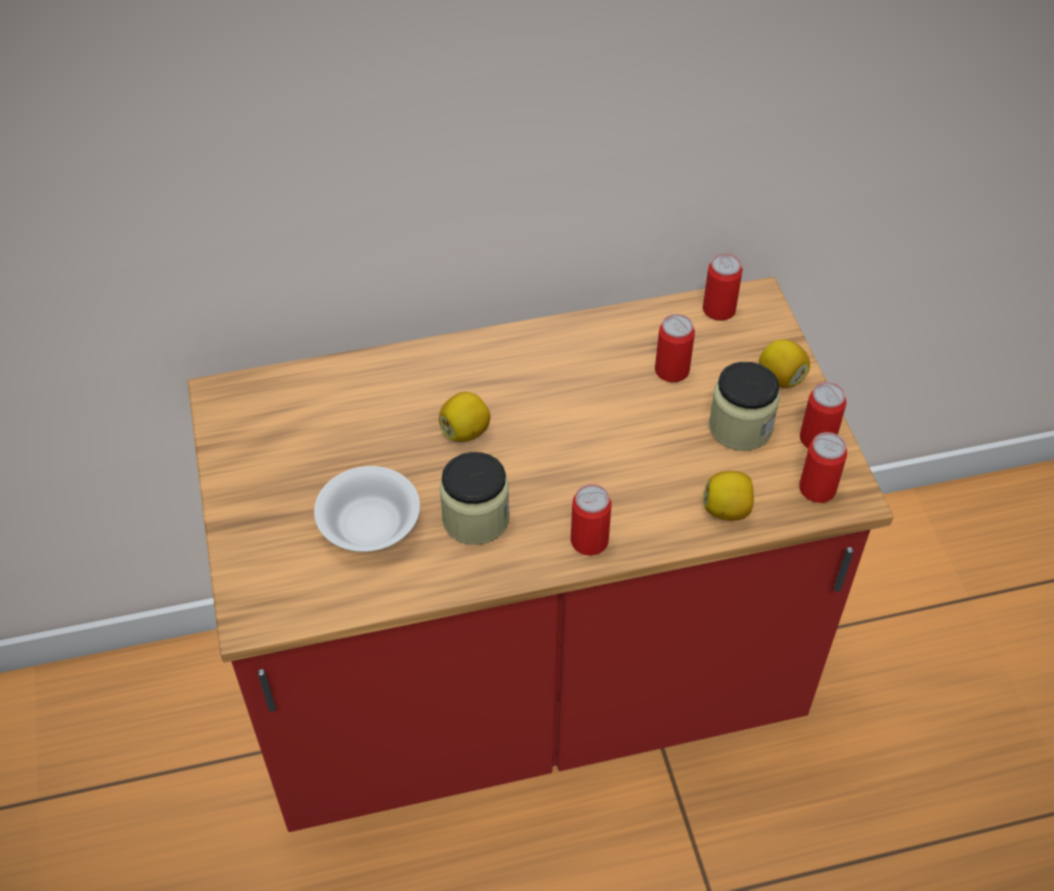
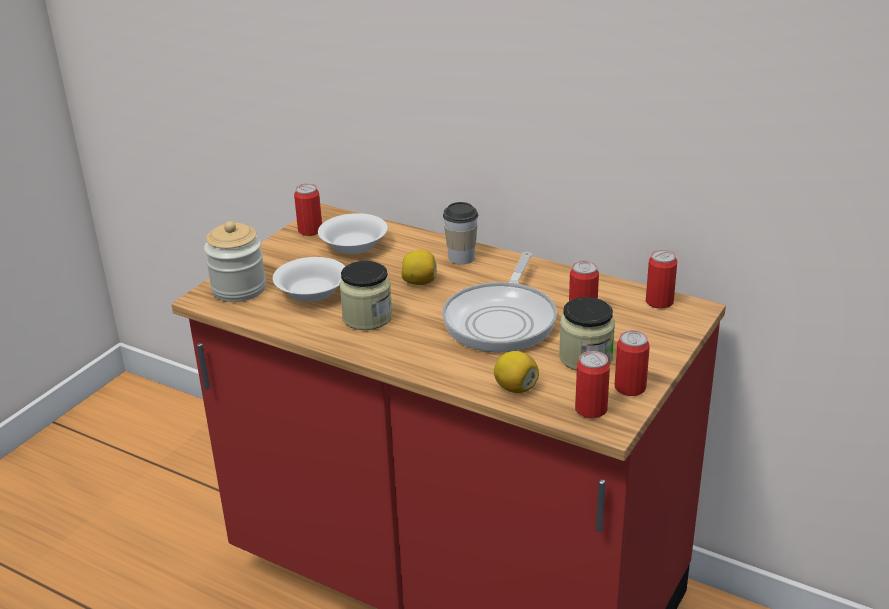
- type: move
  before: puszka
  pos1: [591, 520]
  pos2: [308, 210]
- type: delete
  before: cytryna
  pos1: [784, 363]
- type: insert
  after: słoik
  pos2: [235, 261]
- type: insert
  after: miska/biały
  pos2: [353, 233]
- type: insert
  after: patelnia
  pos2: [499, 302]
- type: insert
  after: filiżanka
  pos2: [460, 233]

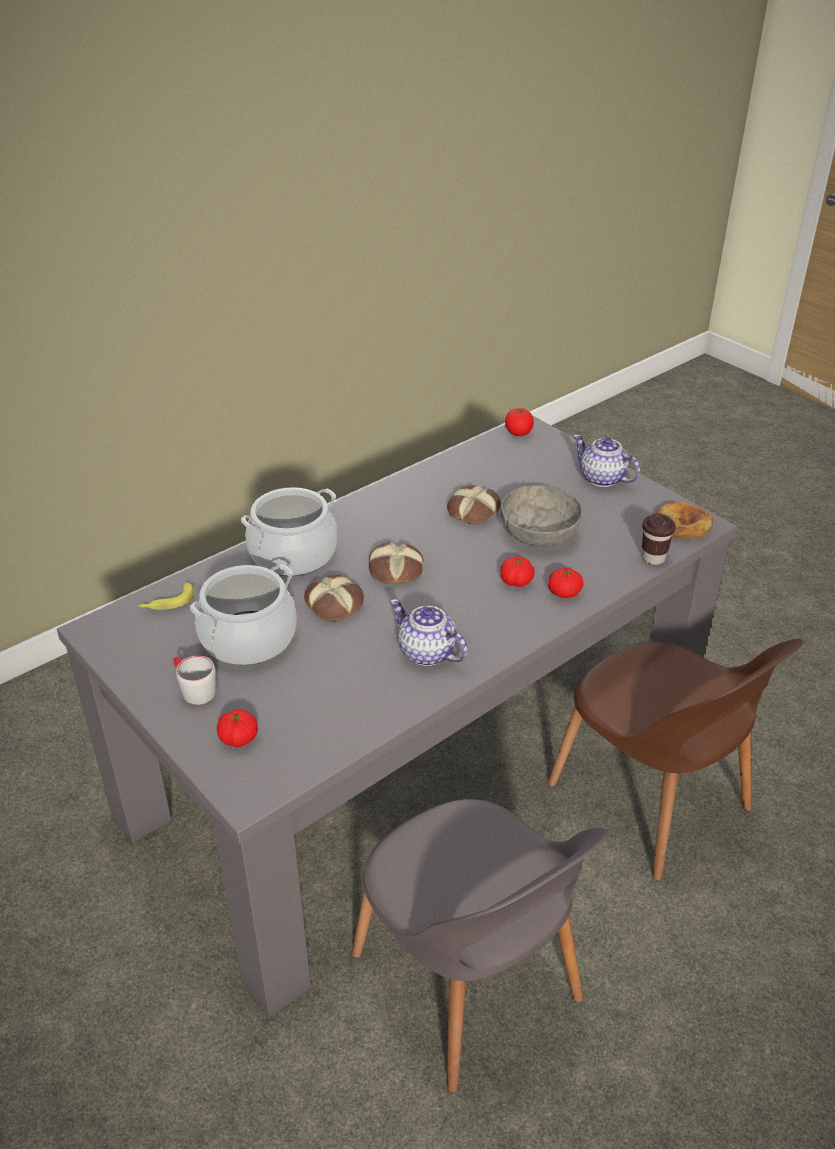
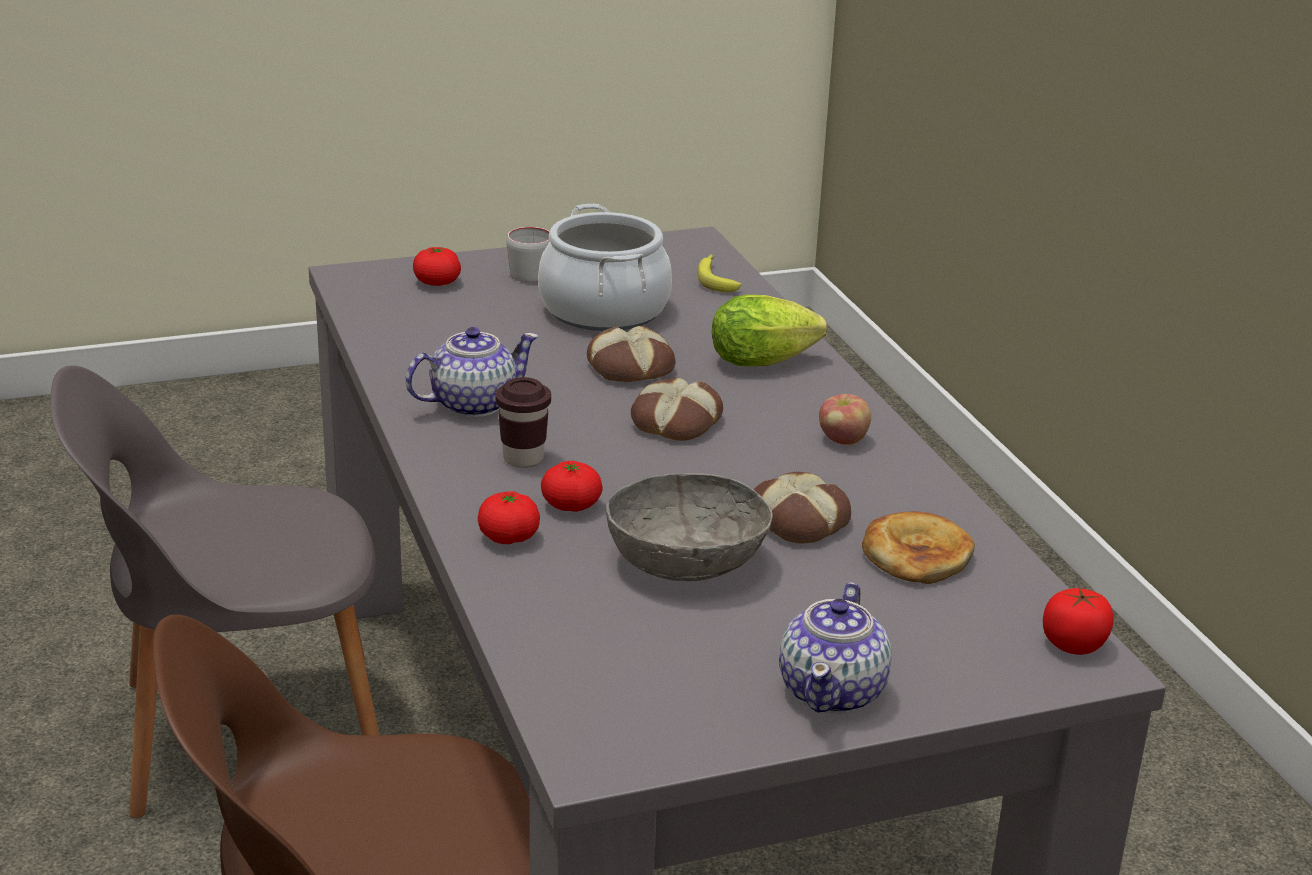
- type: replace
  before: garnek
  after: sałata
  pos1: [289, 531]
  pos2: [769, 330]
- type: rotate
  before: imbryk
  pos1: [606, 461]
  pos2: [835, 648]
  turn: 135
- type: move
  before: filiżanka/brązowy
  pos1: [659, 539]
  pos2: [523, 422]
- type: move
  before: chleb
  pos1: [684, 520]
  pos2: [918, 547]
- type: insert
  after: jabłko
  pos2: [845, 419]

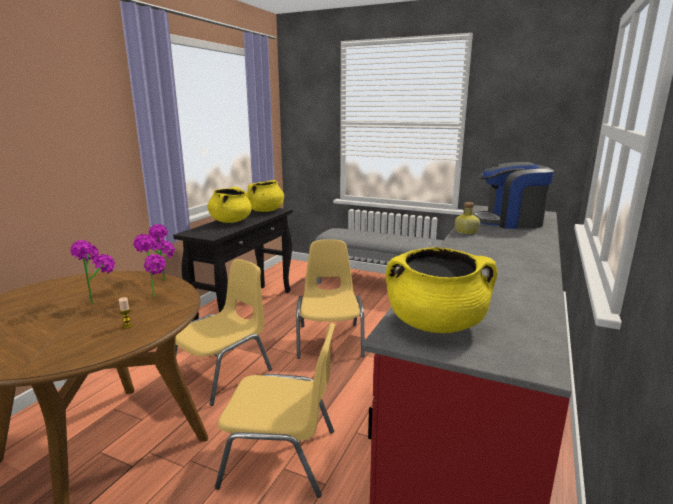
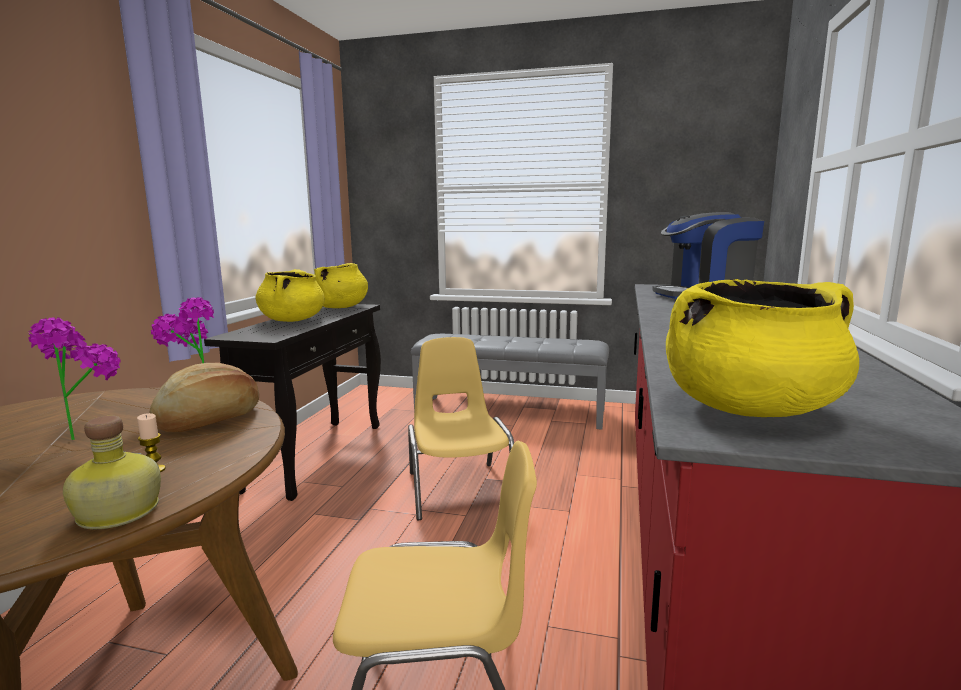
- type: replace
  before: roślina doniczkowa
  after: chleb
  pos1: [155, 266]
  pos2: [204, 397]
- type: delete
  before: krzesło/żółty
  pos1: [223, 332]
- type: move
  before: butelka
  pos1: [467, 218]
  pos2: [112, 472]

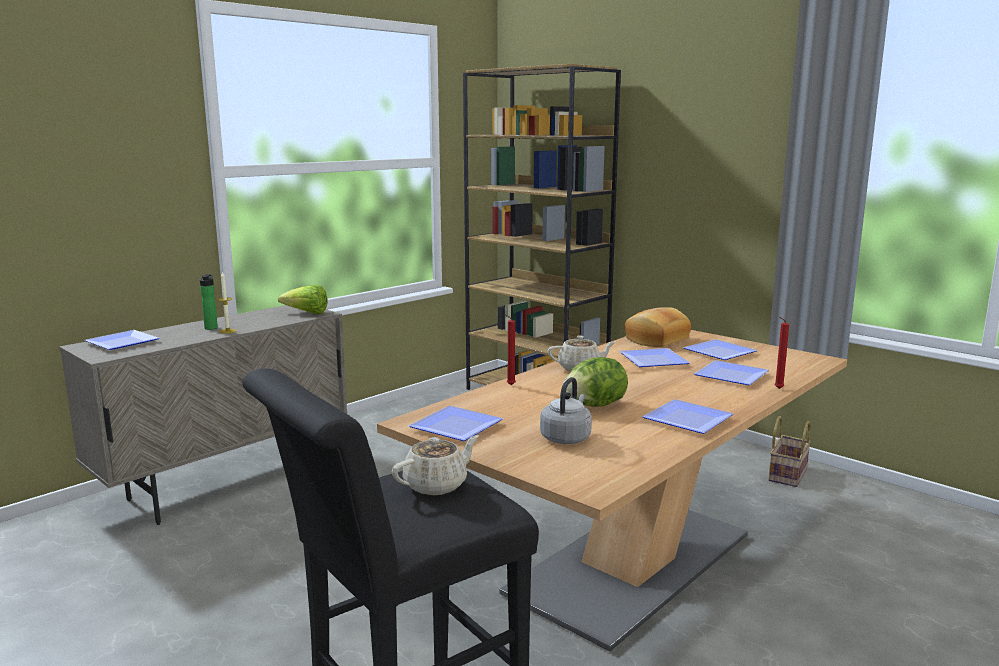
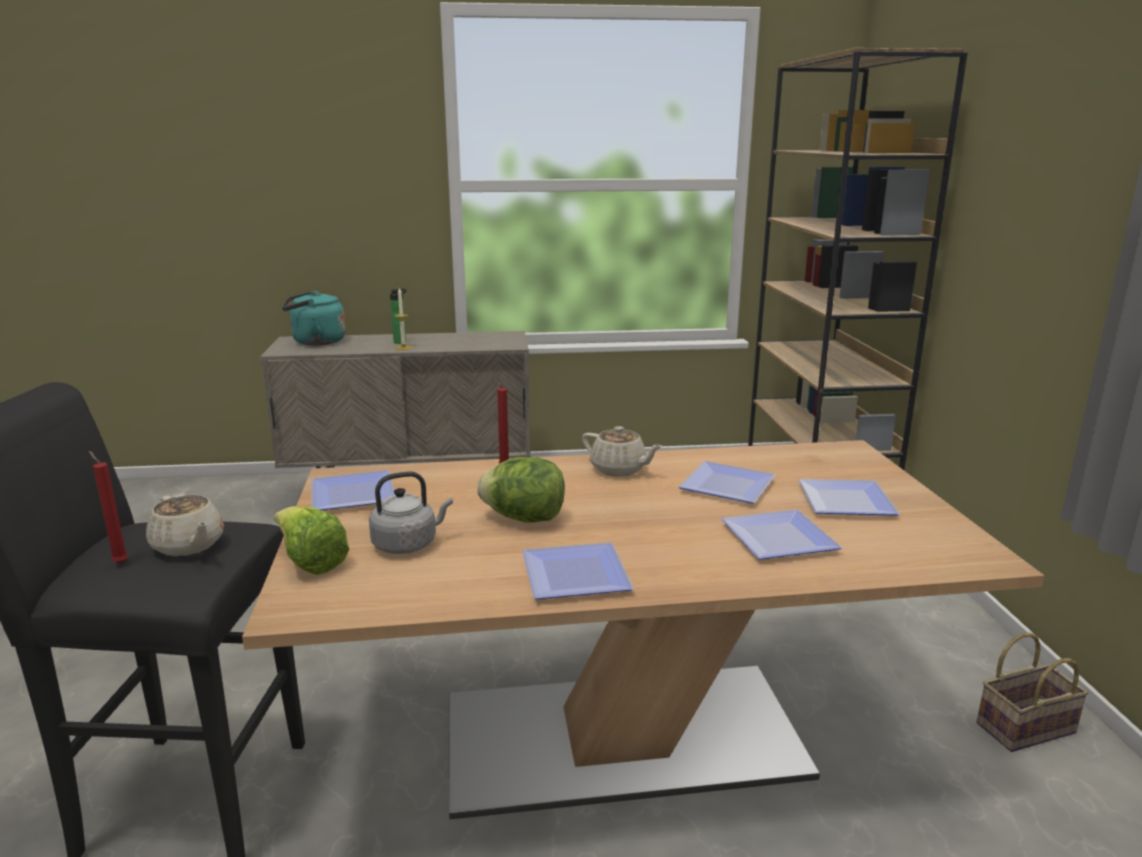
- type: replace
  before: talerz
  after: czajnik/turkusowy
  pos1: [122, 340]
  pos2: [314, 318]
- type: move
  before: sałata
  pos1: [303, 299]
  pos2: [311, 540]
- type: rotate
  before: imbryk/beżowy
  pos1: [435, 465]
  pos2: [185, 524]
  turn: 45
- type: delete
  before: chleb
  pos1: [658, 327]
- type: move
  before: świeca/czerwony
  pos1: [781, 353]
  pos2: [108, 507]

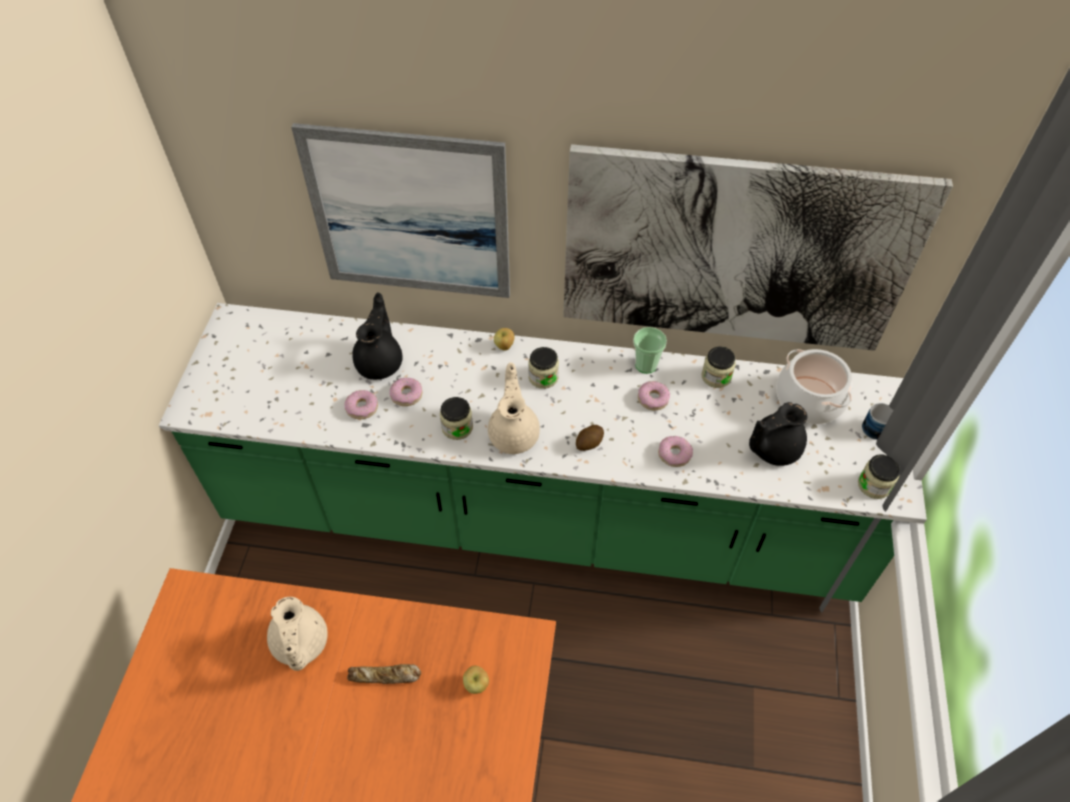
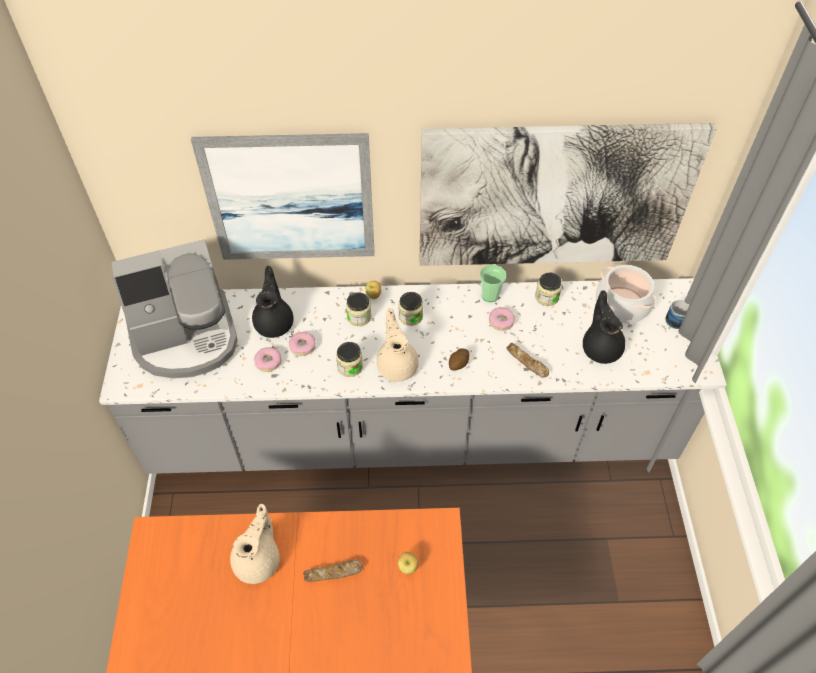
- type: recolor
  before: zabudowa kuchenna/zielony
  after: zabudowa kuchenna/szary
  pos1: [543, 452]
  pos2: [413, 376]
- type: rotate
  before: imbryk/beżowy
  pos1: [297, 634]
  pos2: [255, 544]
  turn: -135
- type: replace
  before: donut
  after: chleb
  pos1: [675, 451]
  pos2: [527, 360]
- type: rotate
  before: imbryk/czarny
  pos1: [778, 434]
  pos2: [604, 327]
  turn: 120
- type: move
  before: słoik
  pos1: [879, 476]
  pos2: [358, 309]
- type: insert
  after: ekspres do kawy
  pos2: [174, 308]

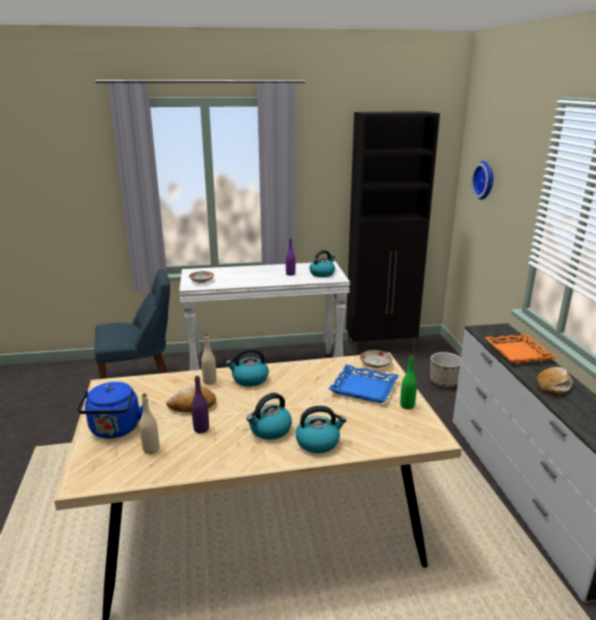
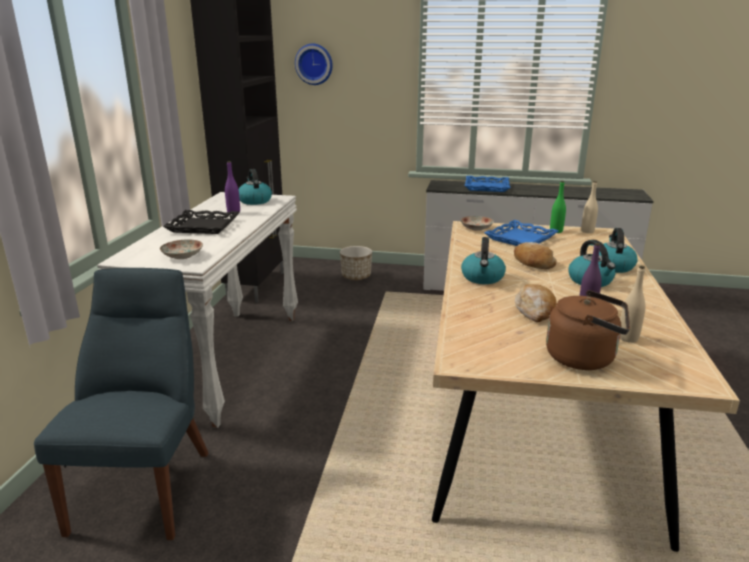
- type: recolor
  before: czajnik/niebieski
  after: czajnik/brązowy
  pos1: [110, 410]
  pos2: [588, 330]
- type: move
  before: butelka/beżowy
  pos1: [208, 359]
  pos2: [589, 207]
- type: recolor
  before: taca/pomarańczowy
  after: taca/niebieski
  pos1: [520, 349]
  pos2: [487, 184]
- type: move
  before: chleb
  pos1: [554, 381]
  pos2: [535, 255]
- type: insert
  after: taca/czarny
  pos2: [201, 222]

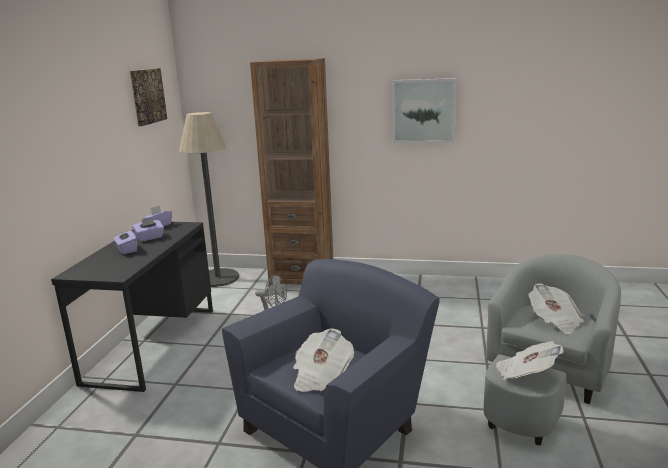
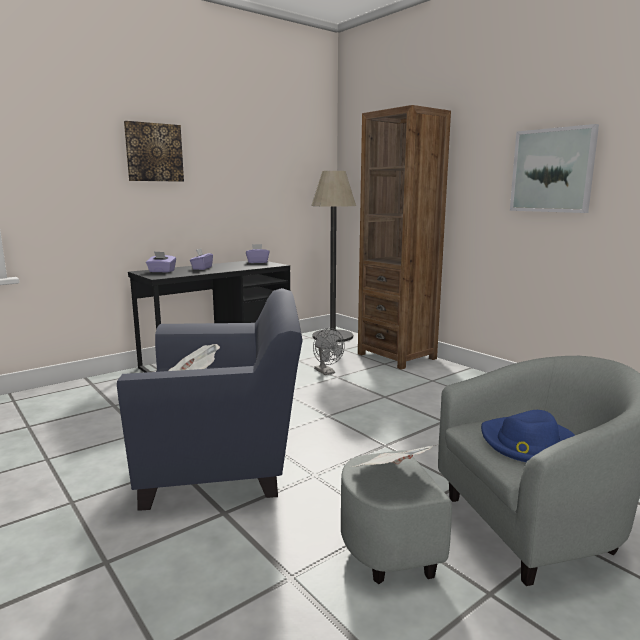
- type: move
  before: obraz
  pos1: [148, 97]
  pos2: [154, 151]
- type: move
  before: pudełko chusteczek/fioletowy
  pos1: [148, 230]
  pos2: [161, 262]
- type: replace
  before: gazeta
  after: kapelusz/niebieski
  pos1: [556, 308]
  pos2: [528, 436]

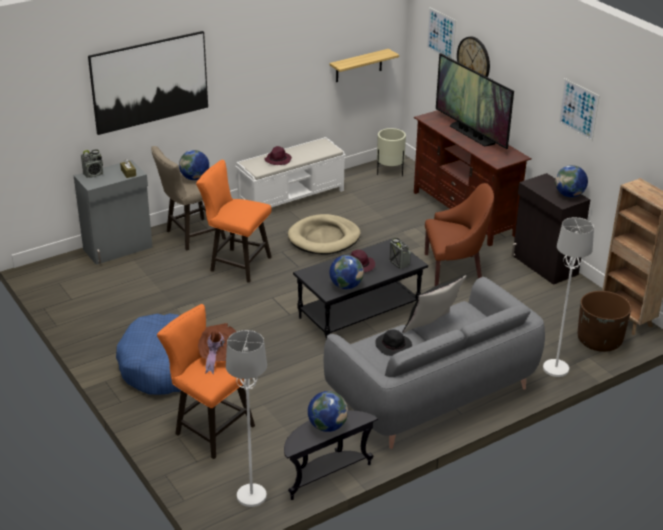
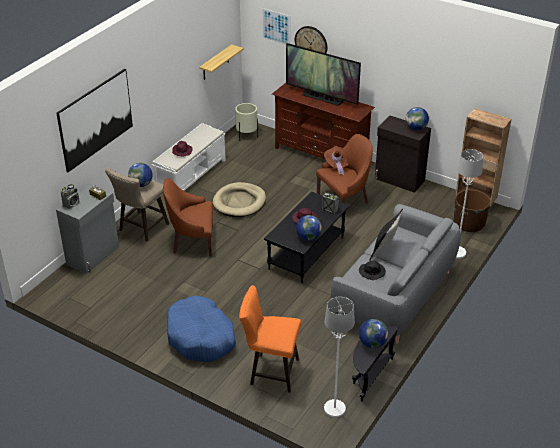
- type: replace
  before: stołek/pomarańczowy
  after: fotel/brązowy
  pos1: [234, 221]
  pos2: [188, 217]
- type: move
  before: kapelusz/brązowy
  pos1: [217, 348]
  pos2: [336, 161]
- type: delete
  before: obraz
  pos1: [579, 109]

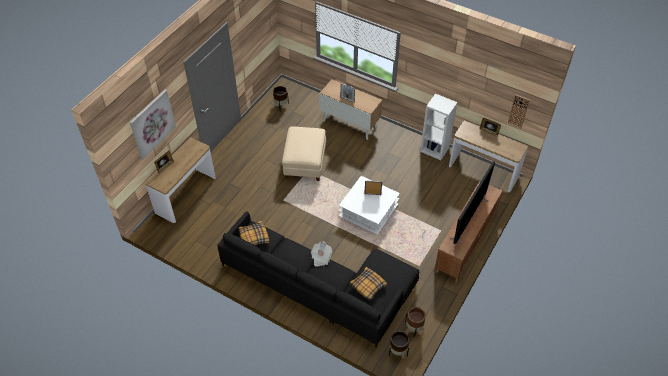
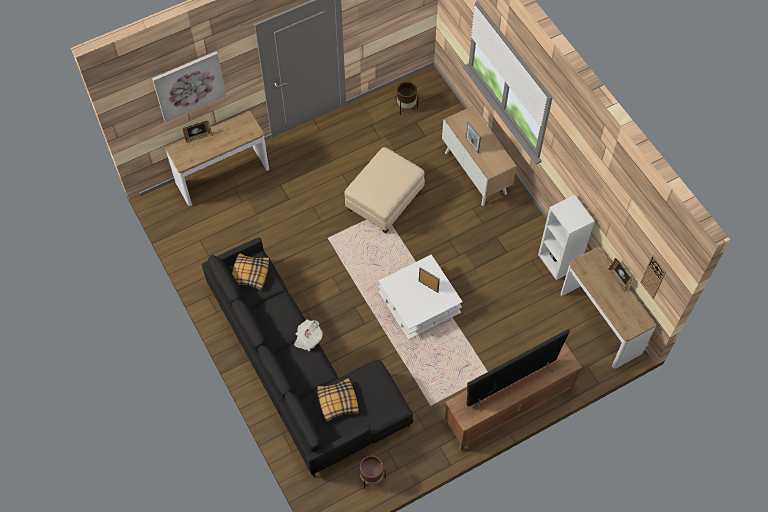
- type: delete
  before: donica/brązowy
  pos1: [399, 344]

